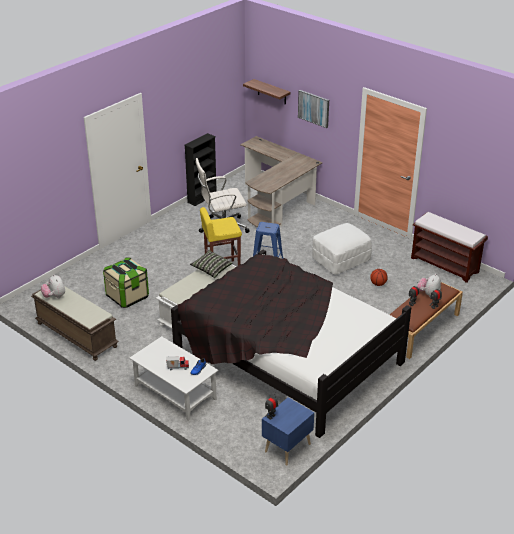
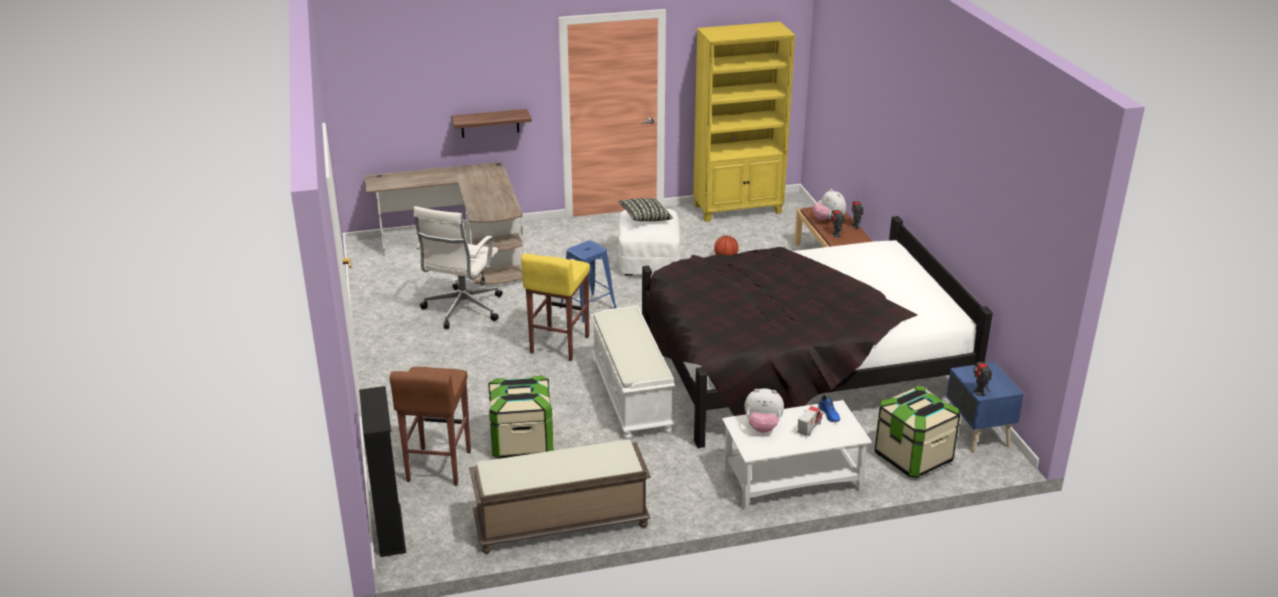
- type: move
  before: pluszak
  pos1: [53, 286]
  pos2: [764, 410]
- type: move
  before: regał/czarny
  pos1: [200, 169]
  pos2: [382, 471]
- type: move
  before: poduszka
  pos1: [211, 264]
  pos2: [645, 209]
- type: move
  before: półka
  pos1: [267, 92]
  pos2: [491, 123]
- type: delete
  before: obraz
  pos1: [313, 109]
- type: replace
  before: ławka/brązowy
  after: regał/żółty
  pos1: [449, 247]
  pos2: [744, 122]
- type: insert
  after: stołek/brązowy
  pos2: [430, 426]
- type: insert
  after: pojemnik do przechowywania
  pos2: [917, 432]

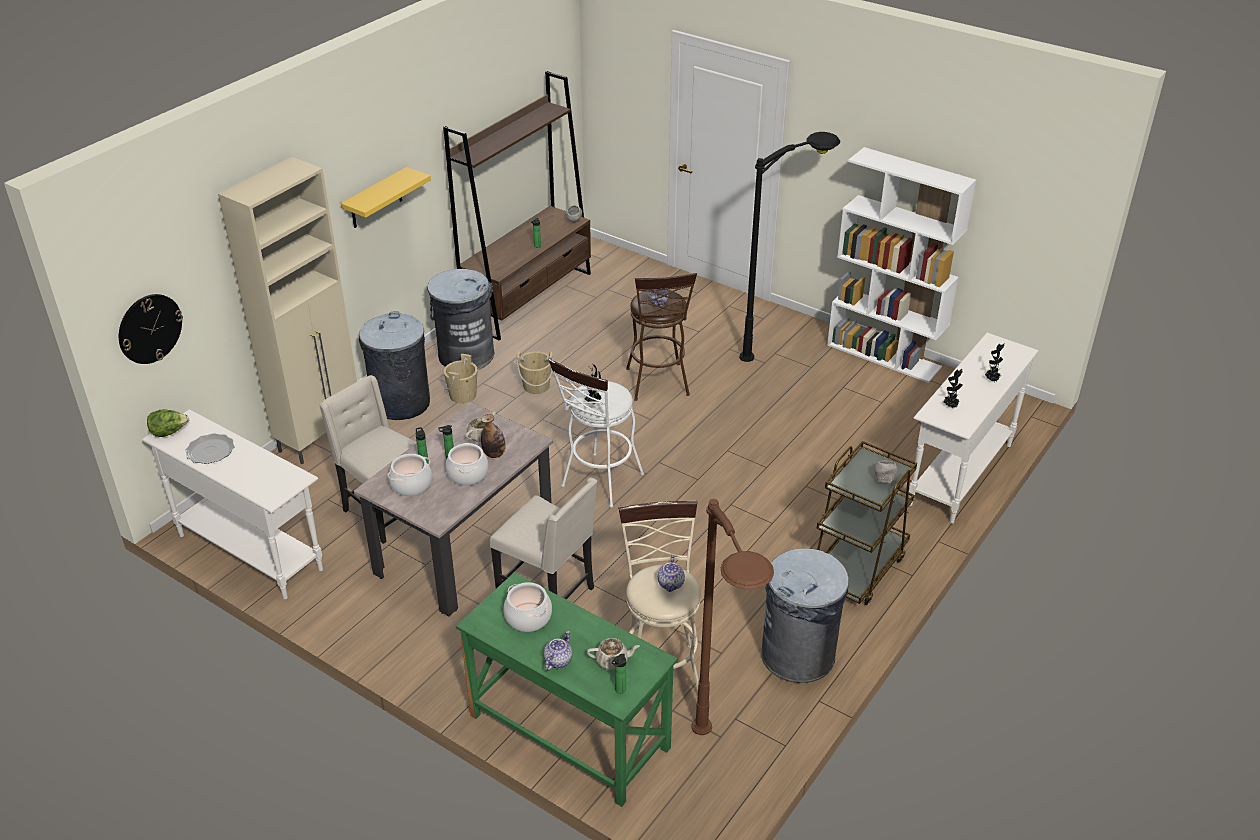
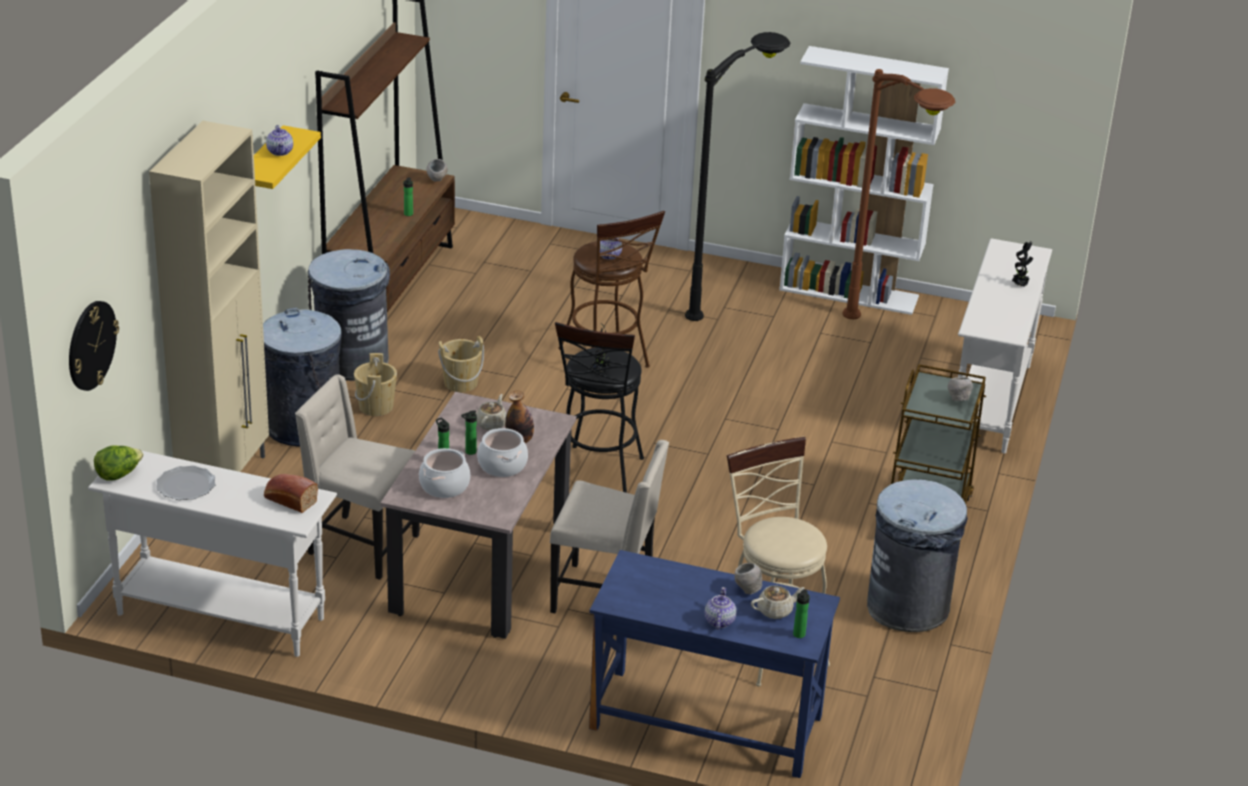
- type: recolor
  before: biurko/zielony
  after: biurko/niebieski
  pos1: [567, 689]
  pos2: [714, 664]
- type: delete
  before: garnek
  pos1: [527, 607]
- type: recolor
  before: stołek/biały
  after: stołek/czarny
  pos1: [596, 433]
  pos2: [599, 407]
- type: move
  before: imbryk
  pos1: [671, 574]
  pos2: [279, 140]
- type: move
  before: lampa stojąca/brązowy
  pos1: [732, 617]
  pos2: [899, 194]
- type: delete
  before: roślina doniczkowa
  pos1: [953, 388]
- type: insert
  after: chleb
  pos2: [291, 493]
- type: insert
  after: miska/szary
  pos2: [748, 578]

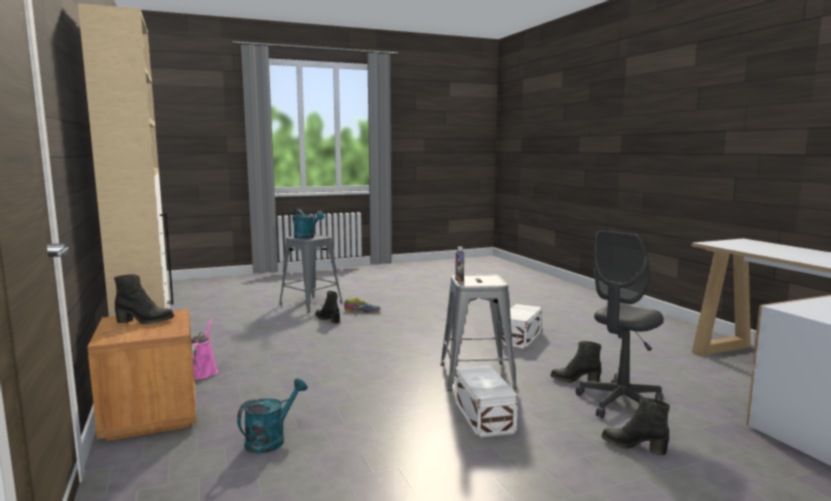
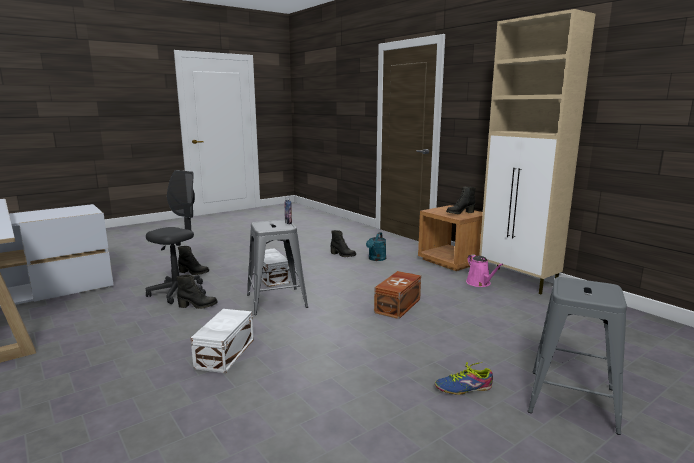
- type: delete
  before: konewka/turkusowy
  pos1: [308, 224]
- type: move
  before: but z cholewką/czarny
  pos1: [327, 307]
  pos2: [343, 243]
- type: insert
  after: pojemnik do przechowywania/brązowy
  pos2: [397, 295]

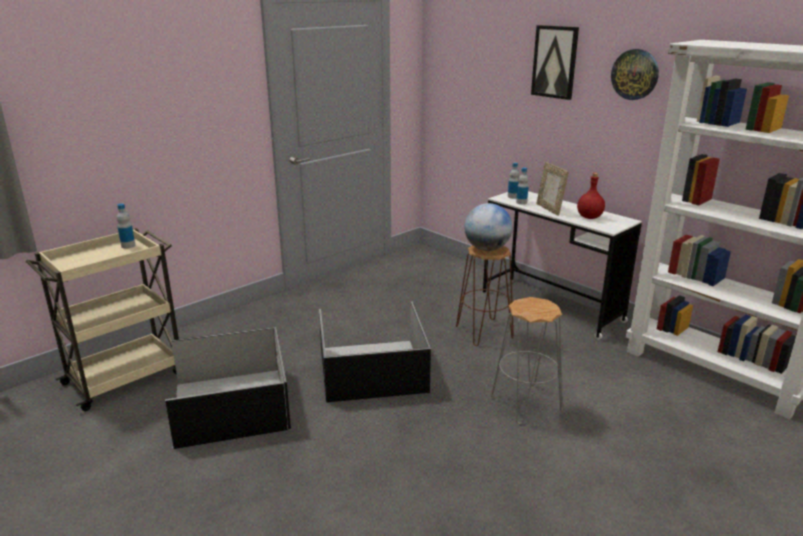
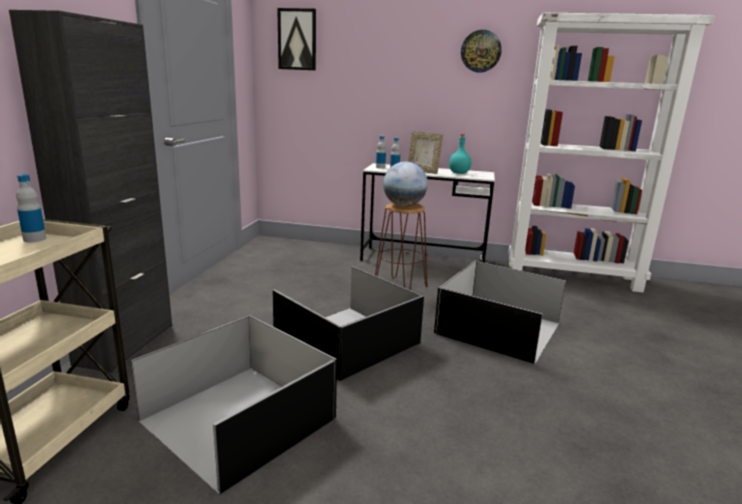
- type: replace
  before: stołek/szary
  after: pojemnik do przechowywania/czarny
  pos1: [527, 360]
  pos2: [500, 312]
- type: move
  before: obraz
  pos1: [555, 62]
  pos2: [296, 39]
- type: recolor
  before: butelka/czerwony
  after: butelka/turkusowy
  pos1: [591, 196]
  pos2: [460, 154]
- type: insert
  after: szafka/czarny
  pos2: [90, 191]

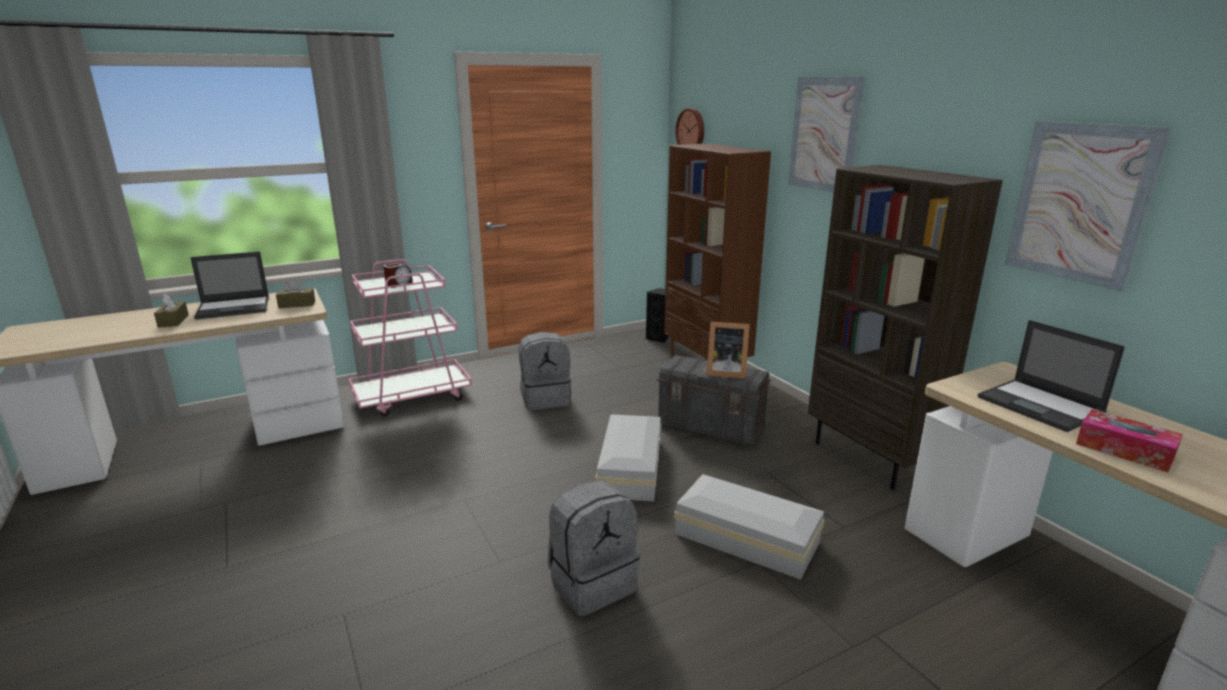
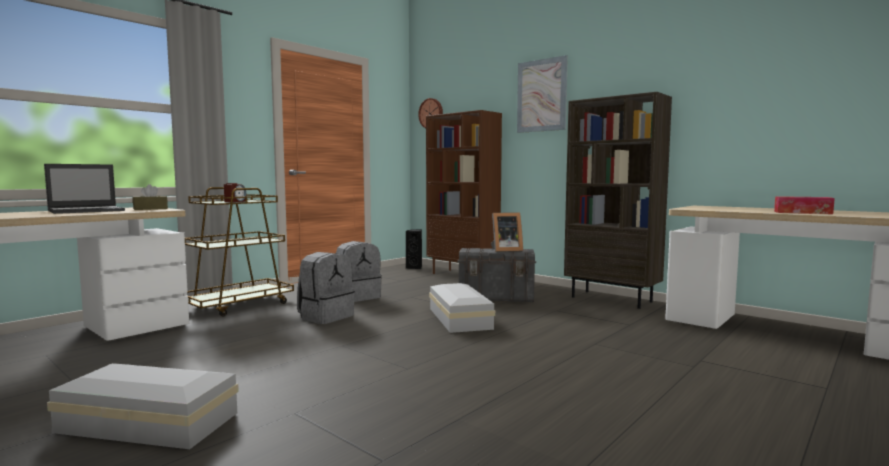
- type: delete
  before: pudełko chusteczek/brązowy
  pos1: [171, 310]
- type: recolor
  before: wózek/różowy
  after: wózek/brązowy
  pos1: [410, 337]
  pos2: [239, 251]
- type: move
  before: plecak/szary
  pos1: [594, 548]
  pos2: [326, 288]
- type: move
  before: pojemnik do przechowywania/biały
  pos1: [749, 527]
  pos2: [143, 406]
- type: delete
  before: laptop
  pos1: [1051, 376]
- type: delete
  before: obraz
  pos1: [1088, 206]

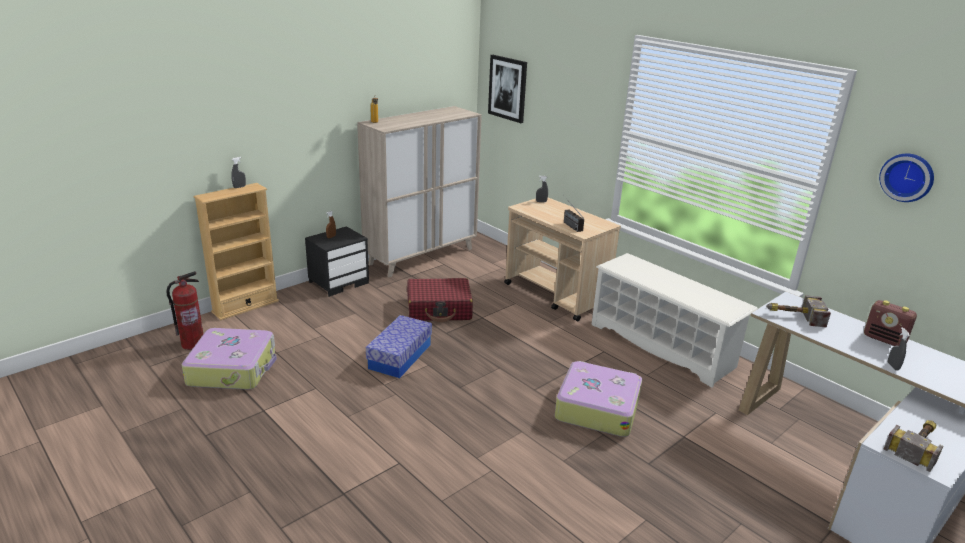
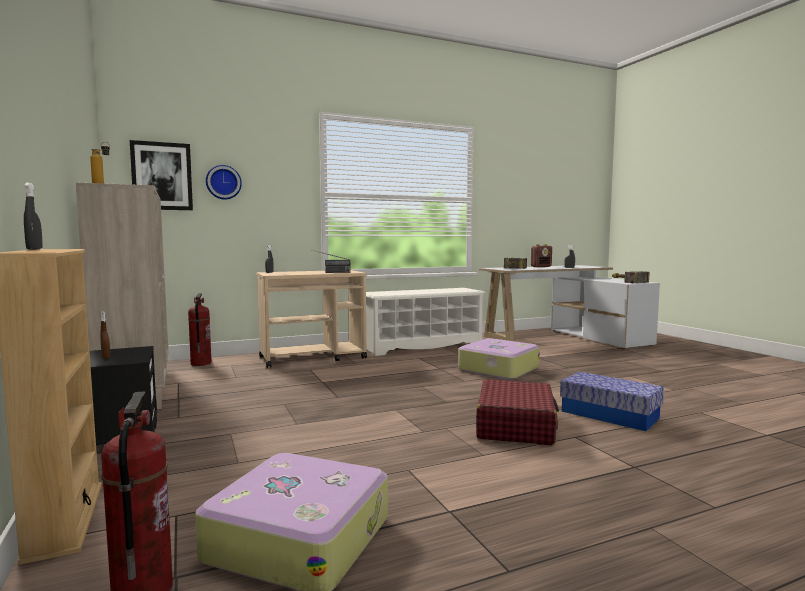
- type: move
  before: pojemnik do przechowywania
  pos1: [399, 346]
  pos2: [612, 401]
- type: move
  before: walizka/czerwony
  pos1: [440, 300]
  pos2: [517, 412]
- type: move
  before: zegar ścienny
  pos1: [906, 178]
  pos2: [224, 182]
- type: insert
  after: gaśnica
  pos2: [200, 329]

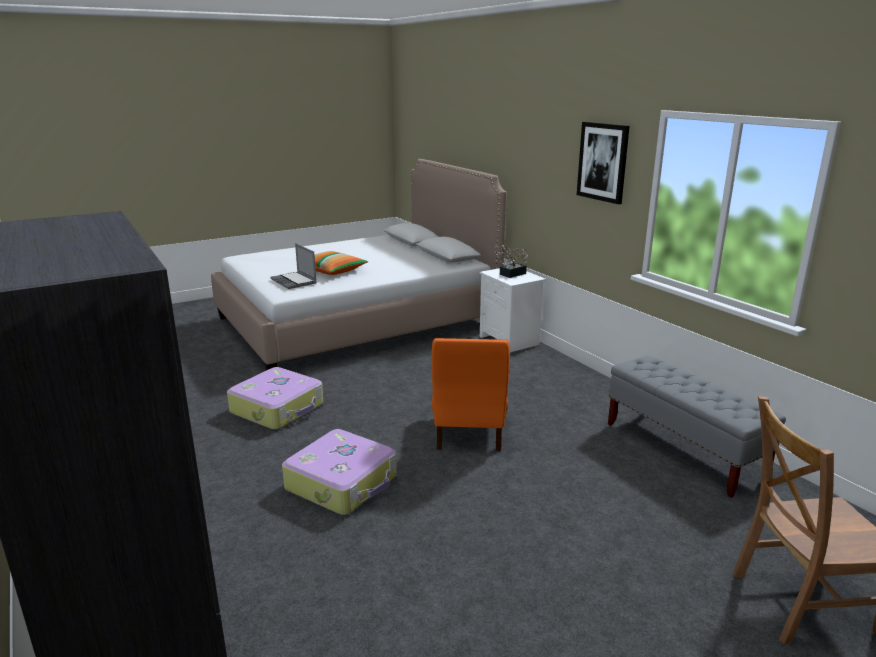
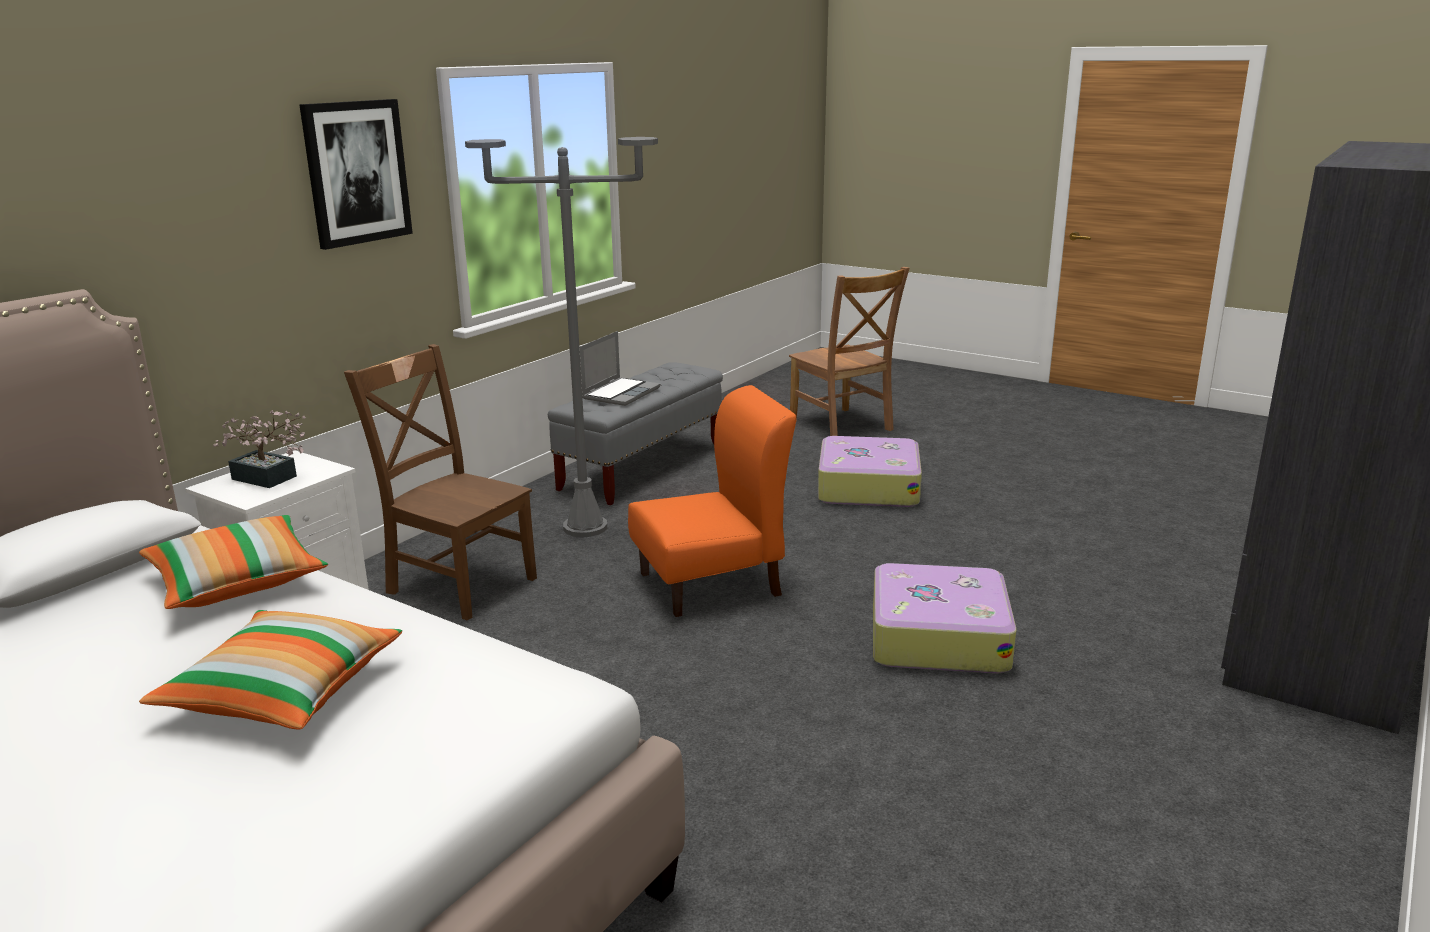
- type: move
  before: walizka
  pos1: [275, 398]
  pos2: [870, 471]
- type: move
  before: laptop
  pos1: [293, 266]
  pos2: [620, 368]
- type: insert
  after: poduszka
  pos2: [233, 562]
- type: insert
  after: krzesło/brązowy
  pos2: [440, 482]
- type: insert
  after: lampa stojąca/szary
  pos2: [561, 337]

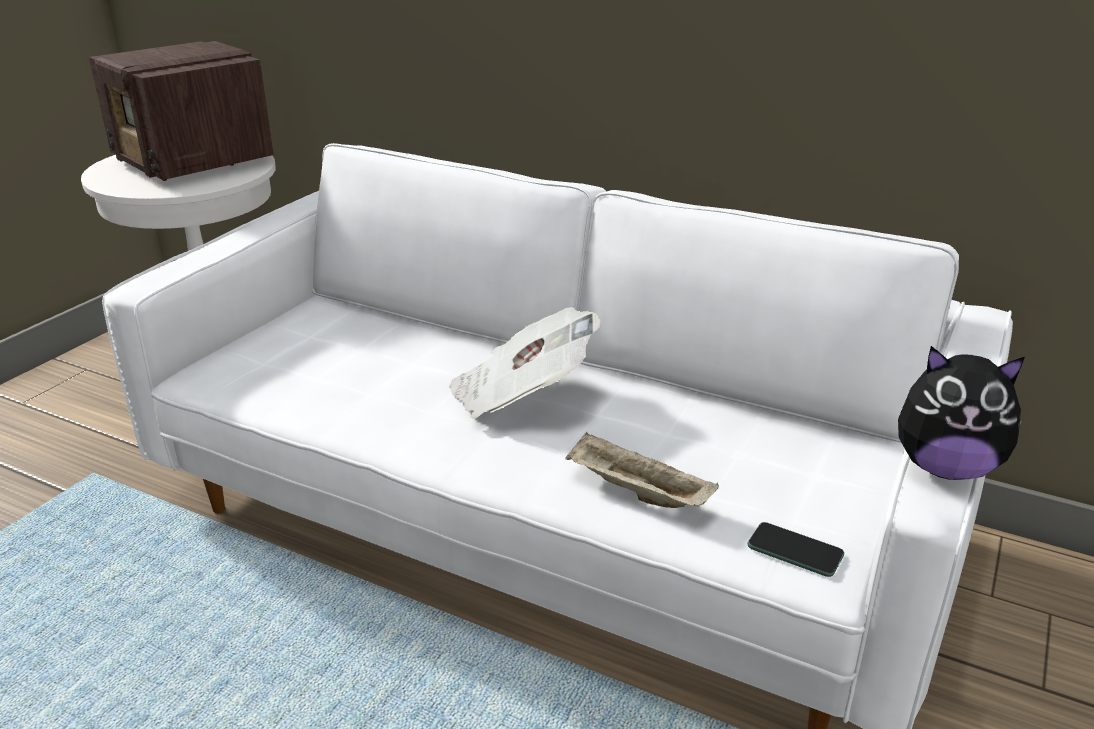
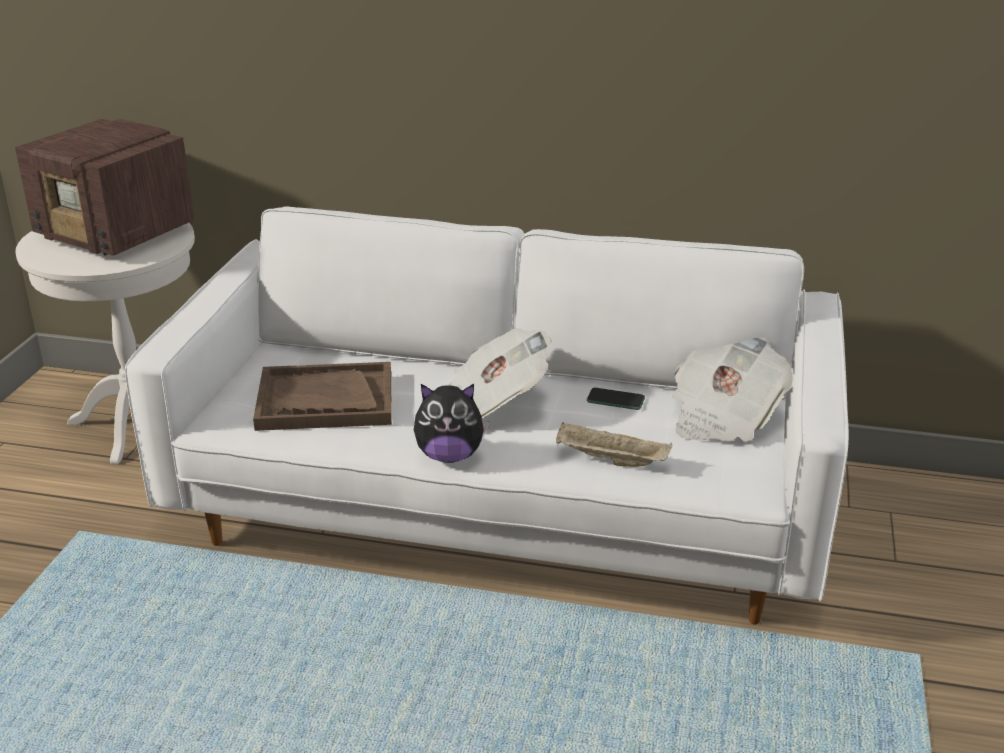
- type: move
  before: telefon
  pos1: [796, 549]
  pos2: [616, 399]
- type: move
  before: pluszak
  pos1: [961, 413]
  pos2: [451, 423]
- type: insert
  after: taca/brązowy
  pos2: [322, 396]
- type: insert
  after: gazeta
  pos2: [732, 390]

